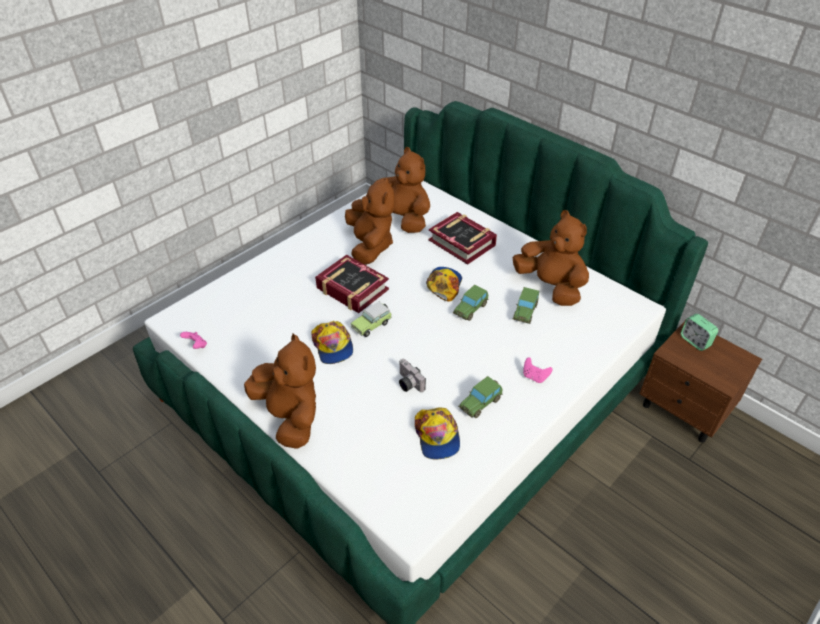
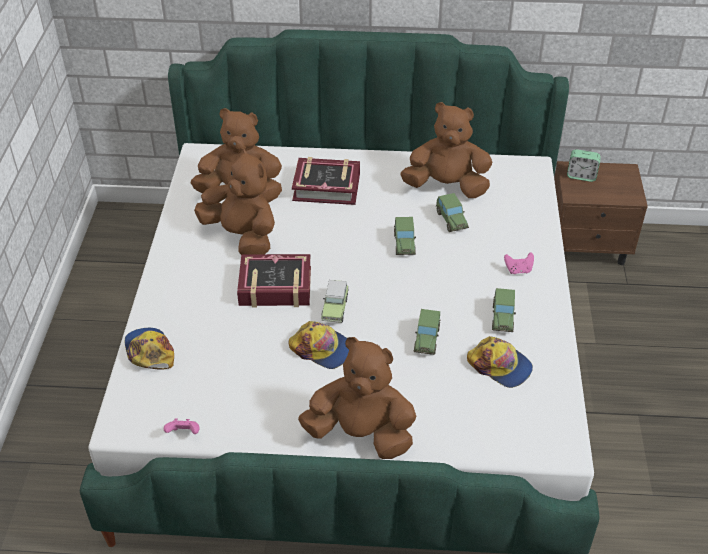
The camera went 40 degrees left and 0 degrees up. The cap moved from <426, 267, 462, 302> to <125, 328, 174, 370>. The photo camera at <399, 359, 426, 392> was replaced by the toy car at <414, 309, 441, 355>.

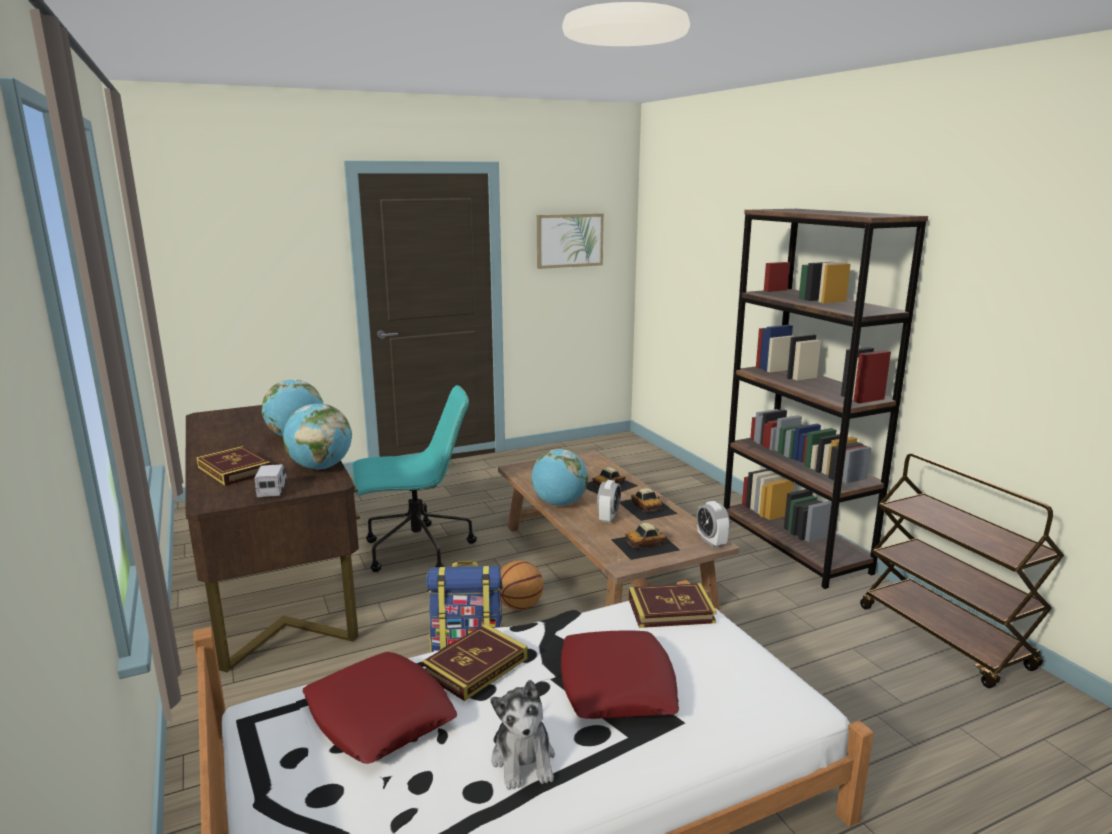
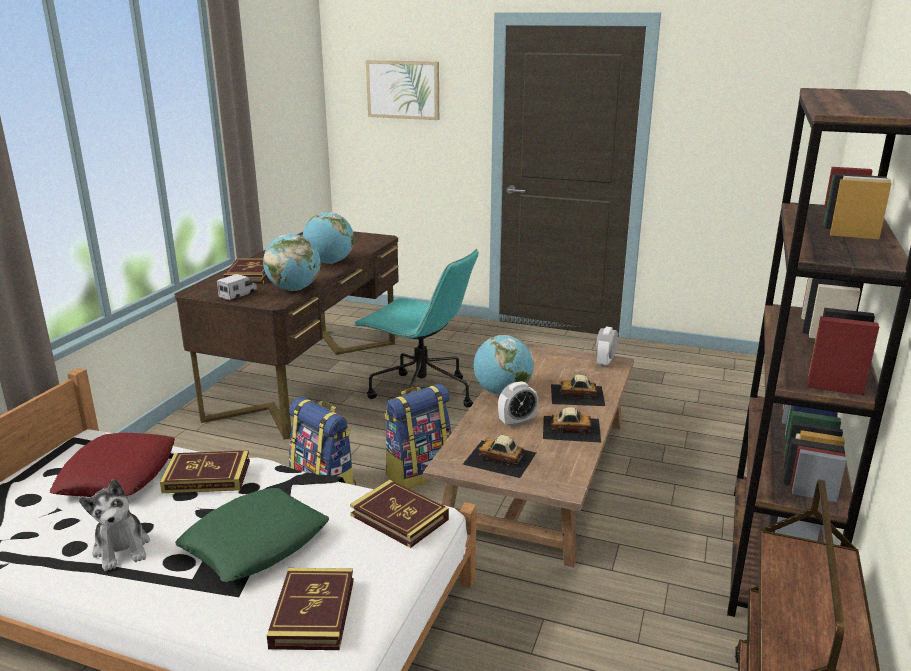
The camera went 45 degrees right and 5 degrees up. The plush toy at <491, 680, 555, 790> turned 60 degrees counterclockwise. The pillow (red) at <561, 630, 679, 719> became the pillow (green) at <175, 488, 329, 582>. The book at <267, 568, 354, 650> appeared. The picture moved from <537, 213, 604, 269> to <366, 60, 439, 120>. The basketball at <500, 560, 544, 610> was replaced by the backpack at <385, 384, 451, 489>. The toy car at <620, 488, 678, 521> turned 105 degrees counterclockwise. The alarm clock moved from <697, 501, 730, 548> to <596, 326, 618, 367>.

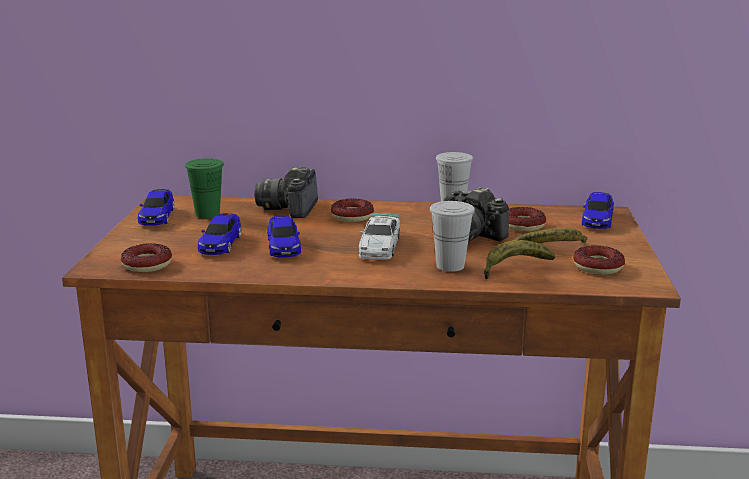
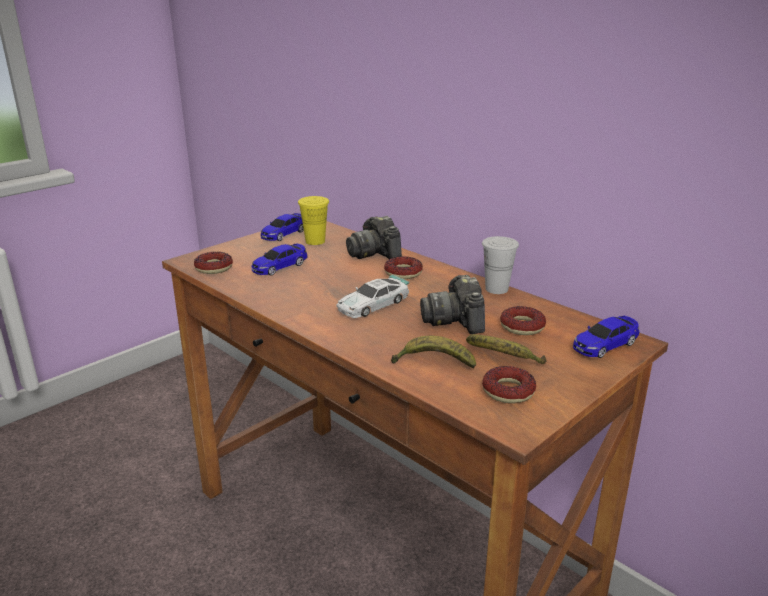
The camera went 40 degrees right and 5 degrees up. The cup (green) at <185, 158, 224, 218> became the cup (yellow) at <298, 196, 329, 245>. The photo camera at <254, 167, 318, 218> turned 75 degrees counterclockwise. The toy car at <267, 216, 301, 258> disappeared. The cup (white) at <430, 201, 475, 272> disappeared.

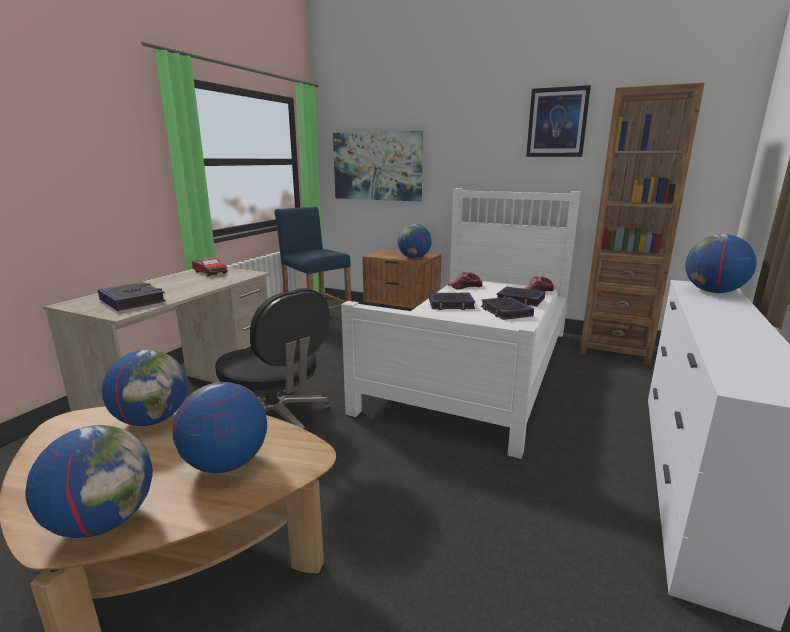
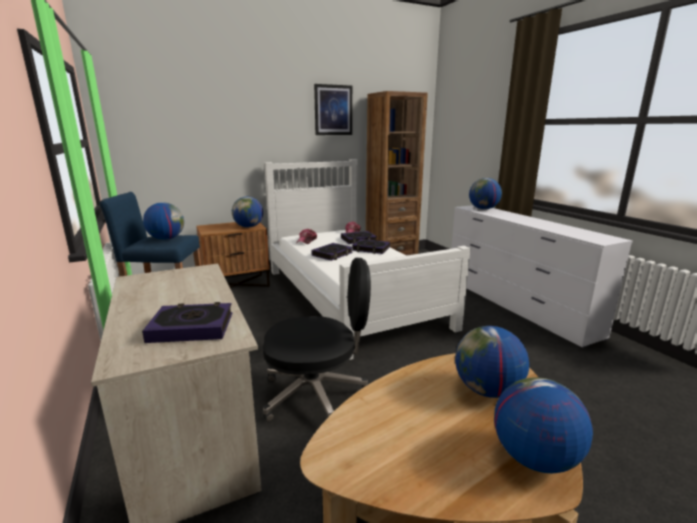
The camera went 50 degrees left and 0 degrees up. The globe moved from <101, 350, 187, 426> to <143, 202, 184, 240>. The toy car at <192, 257, 228, 276> disappeared. The picture at <333, 131, 423, 202> disappeared.

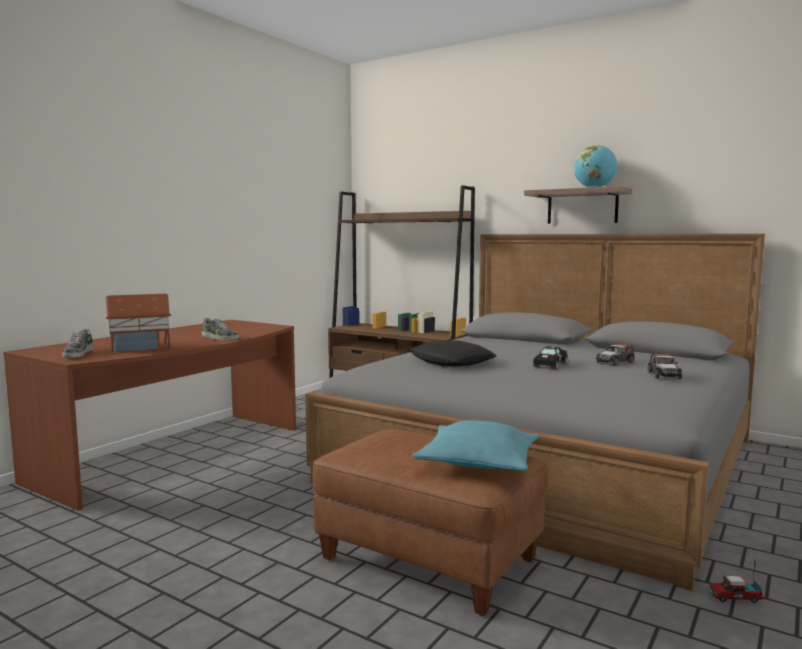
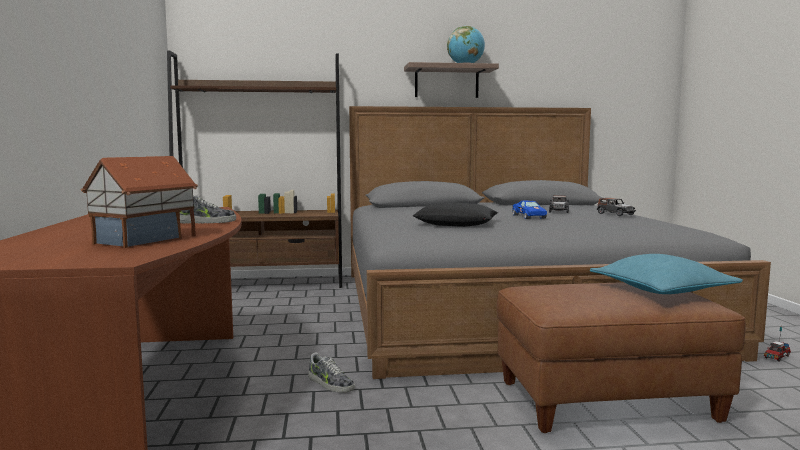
The camera went 40 degrees left and 0 degrees up. The shoe moved from <62, 329, 93, 358> to <308, 353, 355, 393>. The toy car (black) at <533, 346, 568, 369> became the toy car (blue) at <512, 200, 547, 219>.

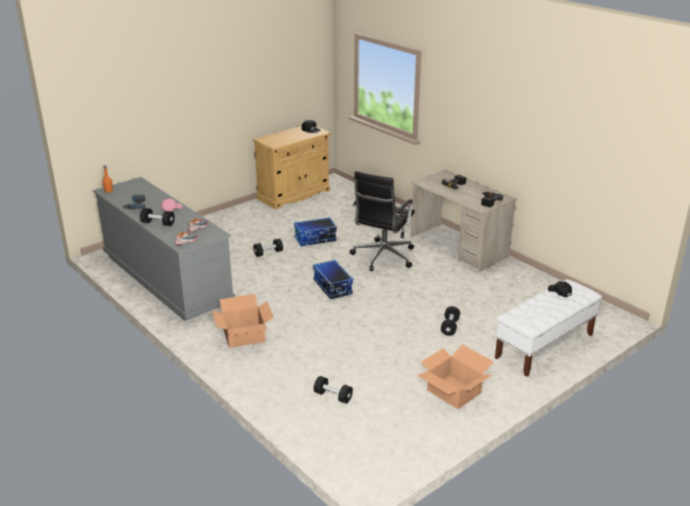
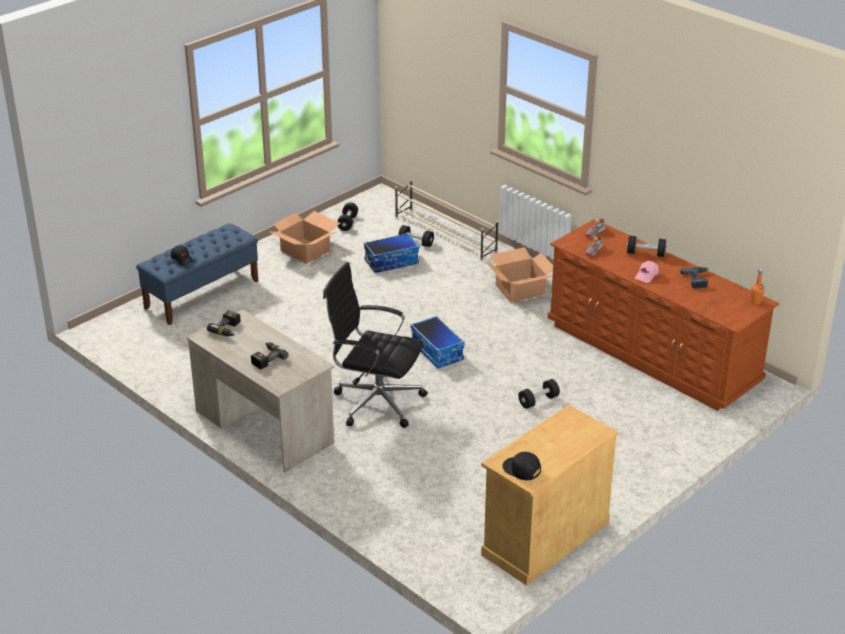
The camera went 175 degrees right and 5 degrees up. The bench (white) at <495, 279, 602, 377> became the bench (blue) at <136, 223, 258, 325>. The office chair (black) at <350, 171, 415, 271> turned 90 degrees counterclockwise. The dumbbell (black) moved from <441, 306, 460, 336> to <337, 202, 358, 231>. The storage box moved from <294, 217, 337, 246> to <364, 233, 419, 273>. The shoe rack (beige) at <395, 179, 498, 261> appeared. The dresser (grey) at <93, 177, 235, 321> became the dresser (brown) at <547, 219, 780, 411>.

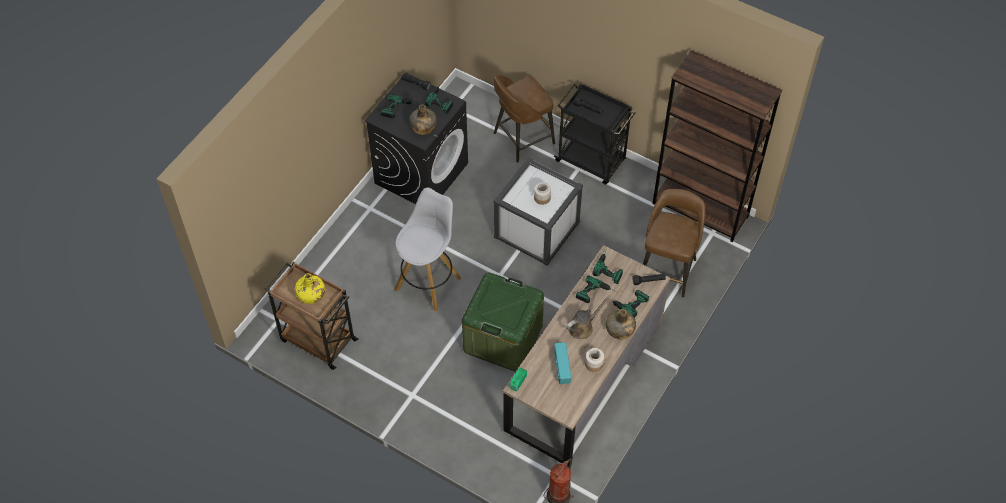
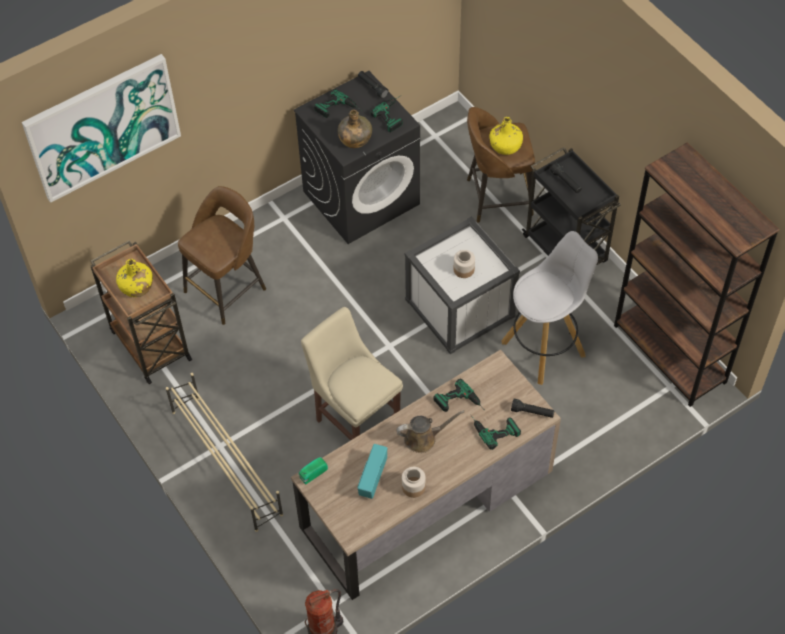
The camera went 25 degrees right and 0 degrees up. The picture at <22, 54, 181, 203> appeared. The shoe rack (beige) at <166, 373, 283, 532> appeared. The stool (brown) moved from <643, 189, 705, 297> to <178, 186, 266, 325>. The storage box (green) at <462, 273, 544, 372> was replaced by the chair (beige) at <301, 307, 403, 440>. The bottle (yellow) at <489, 117, 523, 155> appeared. The stool (white) moved from <394, 188, 462, 311> to <501, 231, 598, 385>. The power drill at <592, 250, 623, 284> disappeared. The bottle (green) at <606, 309, 636, 339> disappeared.

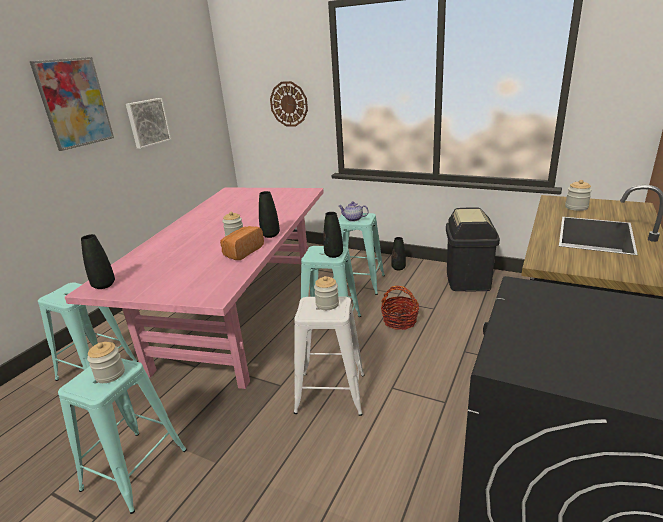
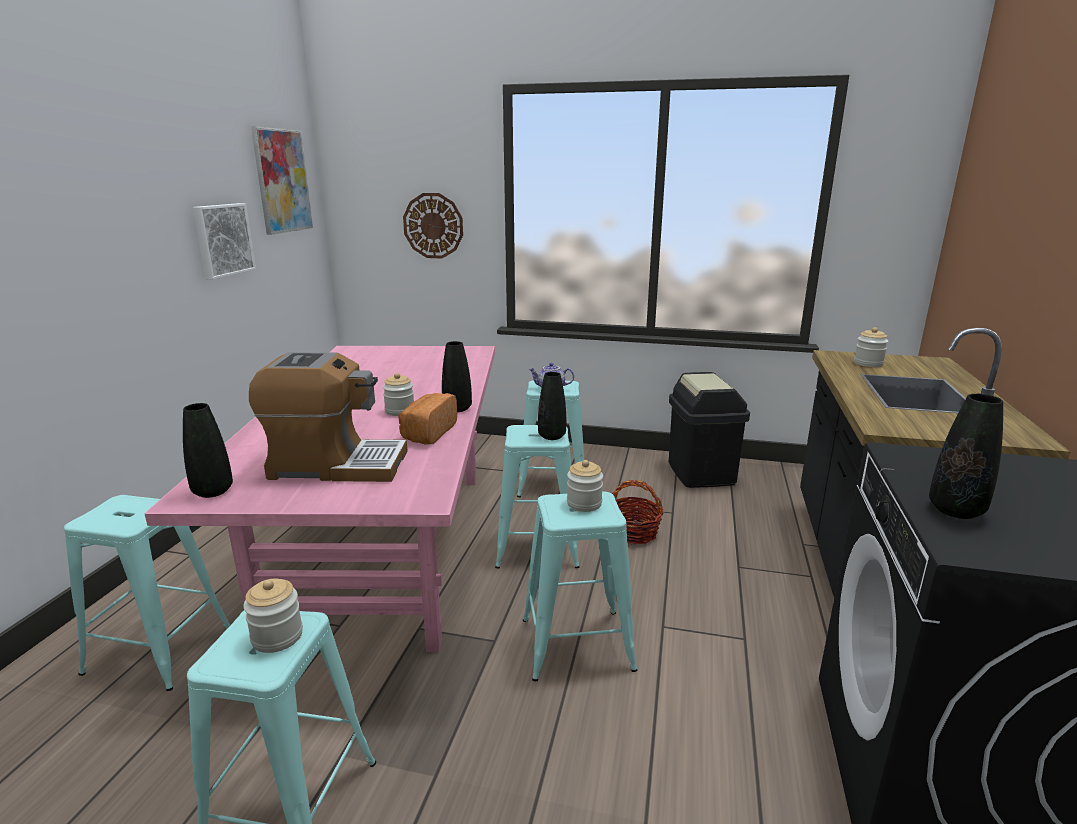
The camera went 15 degrees left and 5 degrees down. The coffee machine at <249, 352, 407, 482> appeared. The picture moved from <29, 57, 114, 151> to <251, 126, 313, 235>. The stool (white) at <294, 296, 365, 416> became the stool (turquoise) at <523, 491, 637, 681>. The vase (black) moved from <391, 237, 406, 271> to <929, 394, 1003, 519>.

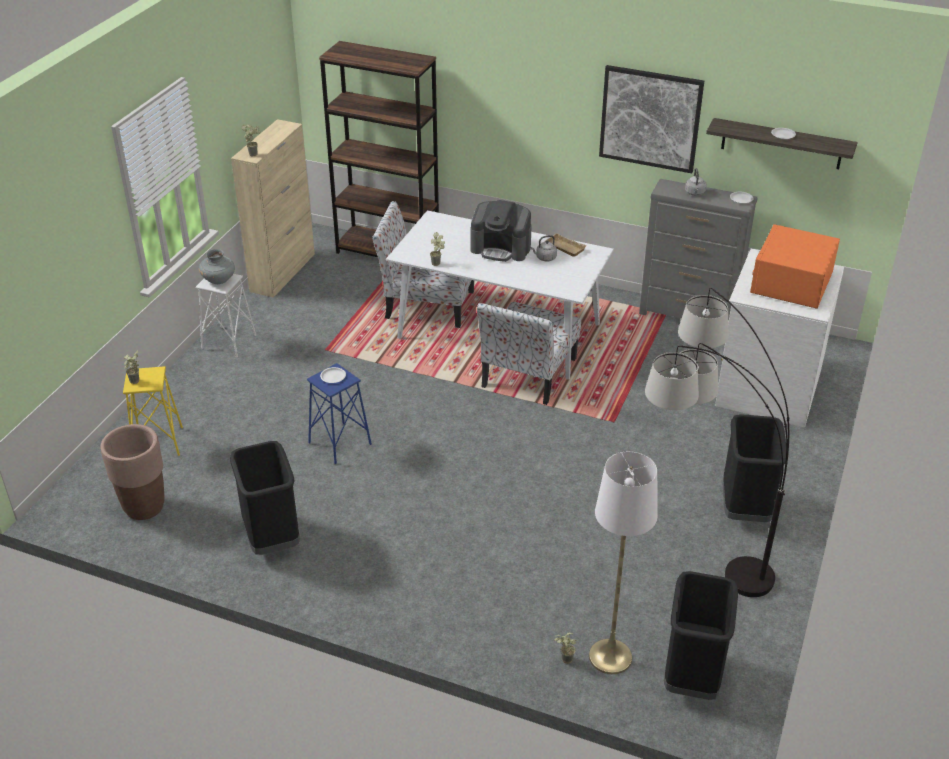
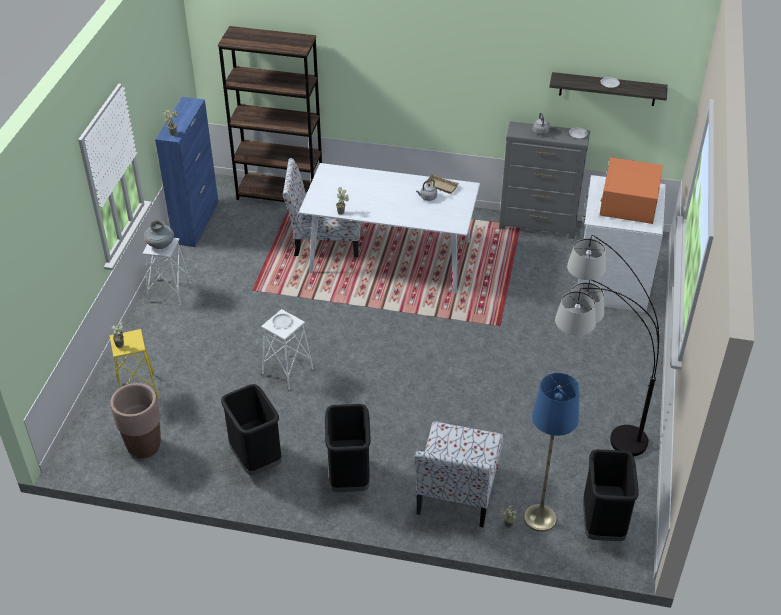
The camera went 10 degrees left and 5 degrees up. The cabinet (beige) at <231, 119, 315, 298> became the cabinet (blue) at <155, 97, 219, 247>. The stool (blue) at <307, 363, 372, 464> became the stool (white) at <261, 309, 313, 390>. The trash can (black) moved from <723, 414, 786, 522> to <325, 404, 371, 492>. The chair moved from <477, 302, 581, 405> to <415, 421, 503, 528>. The floor lamp (white) at <589, 451, 658, 674> became the floor lamp (blue) at <524, 373, 580, 532>. The coffee machine at <470, 200, 532, 262> disappeared. The picture at <599, 65, 704, 173> disappeared.

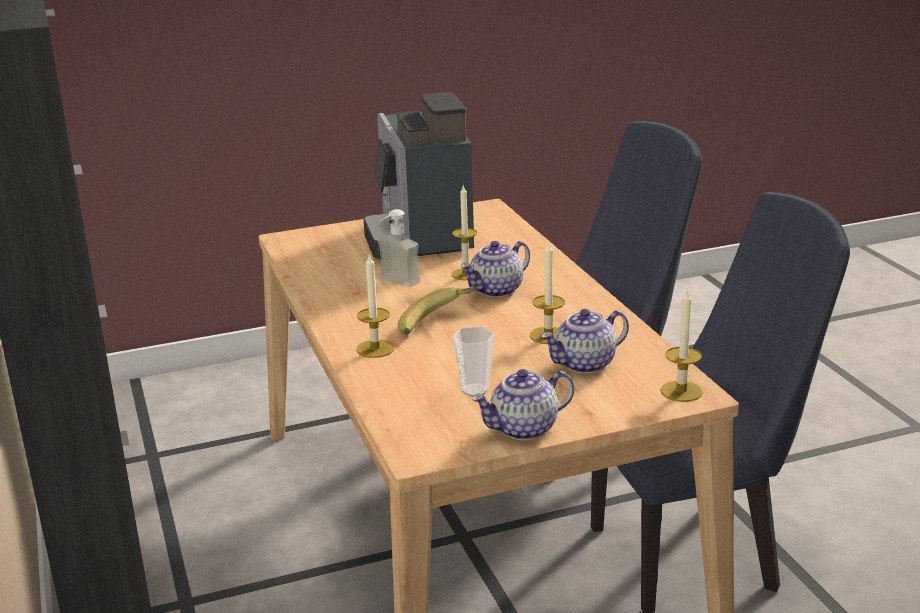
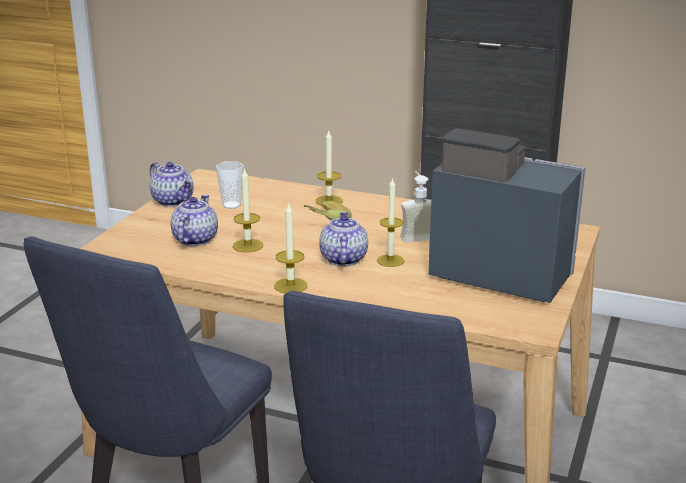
The camera went 130 degrees right and 0 degrees up. The teapot at <471, 369, 574, 440> turned 120 degrees clockwise. The candle moved from <660, 288, 703, 402> to <274, 202, 307, 293>.

